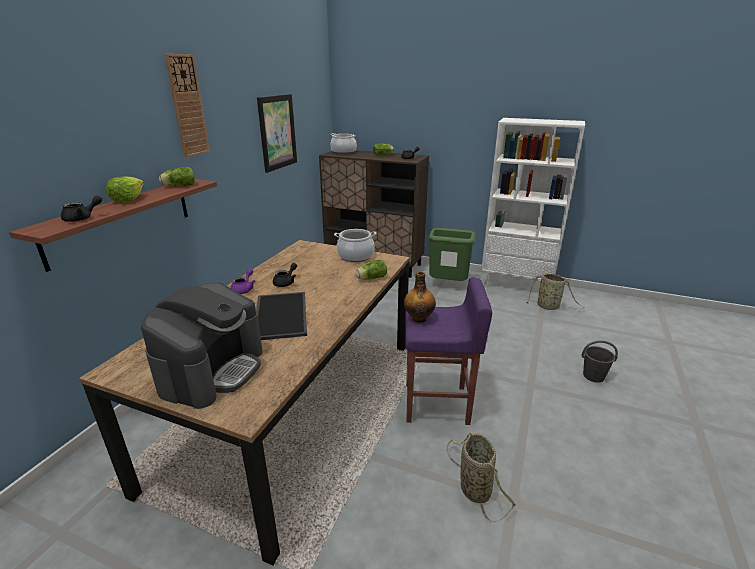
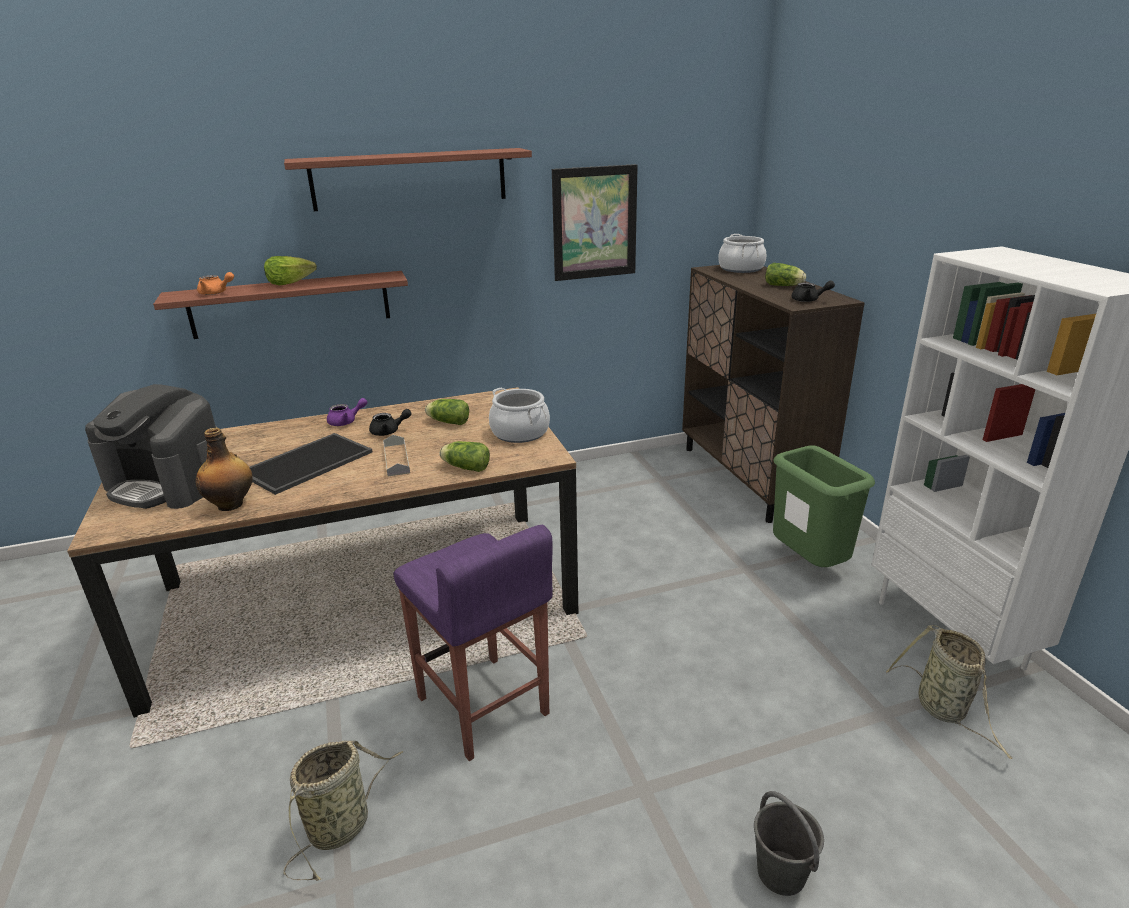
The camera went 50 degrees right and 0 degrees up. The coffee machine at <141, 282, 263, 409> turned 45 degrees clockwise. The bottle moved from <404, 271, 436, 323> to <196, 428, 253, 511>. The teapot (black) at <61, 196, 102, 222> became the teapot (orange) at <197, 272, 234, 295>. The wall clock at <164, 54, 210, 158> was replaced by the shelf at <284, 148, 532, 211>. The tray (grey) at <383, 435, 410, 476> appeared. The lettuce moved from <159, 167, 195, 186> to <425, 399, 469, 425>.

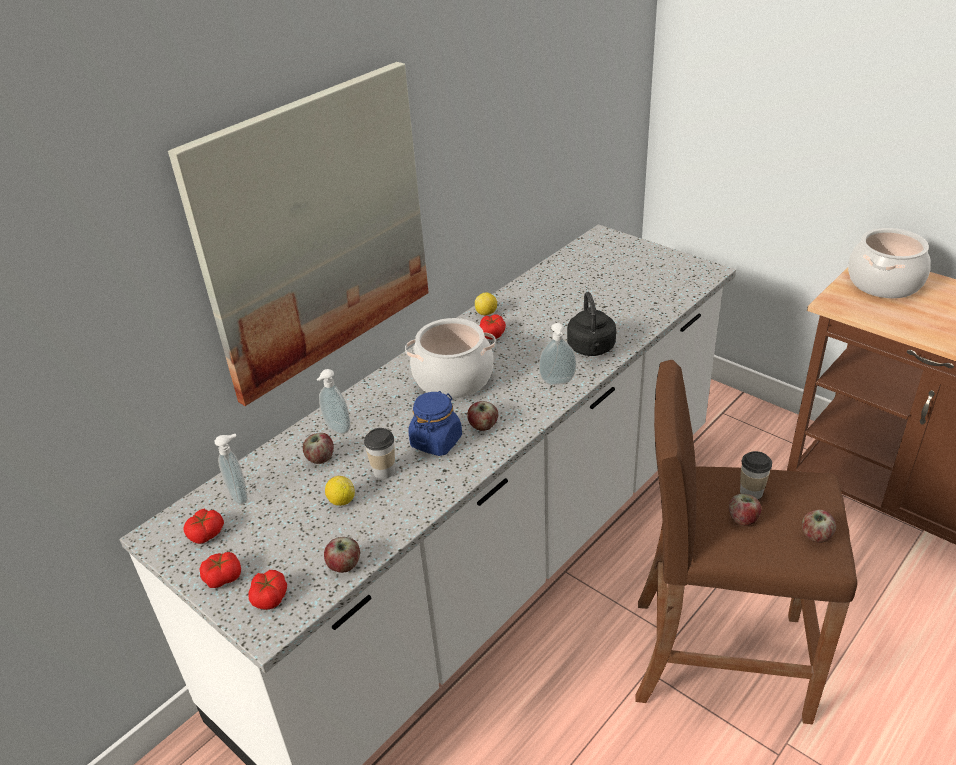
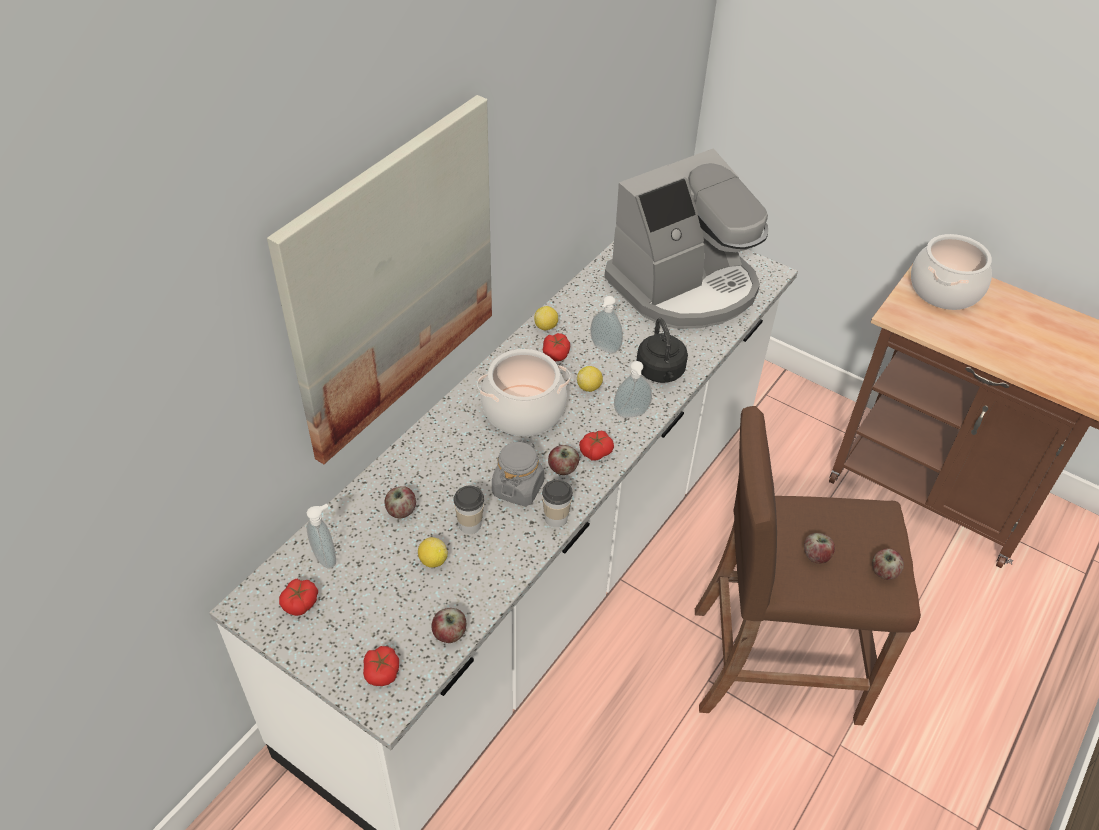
The camera went 10 degrees left and 10 degrees up. The jar (blue) at <408, 391, 462, 456> became the jar (grey) at <492, 440, 544, 506>. The cup moved from <740, 451, 772, 499> to <542, 480, 573, 527>. The lemon at <577, 366, 603, 392> appeared. The tomato moved from <200, 552, 241, 588> to <579, 431, 614, 461>. The soap dispenser moved from <316, 369, 351, 434> to <590, 296, 623, 353>. The coffee machine at <604, 148, 768, 329> appeared.

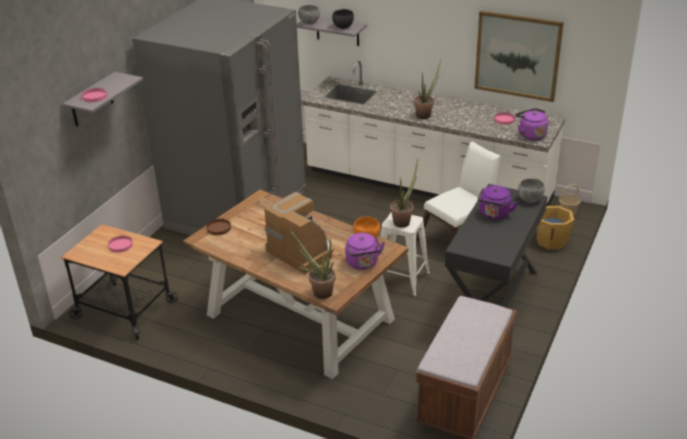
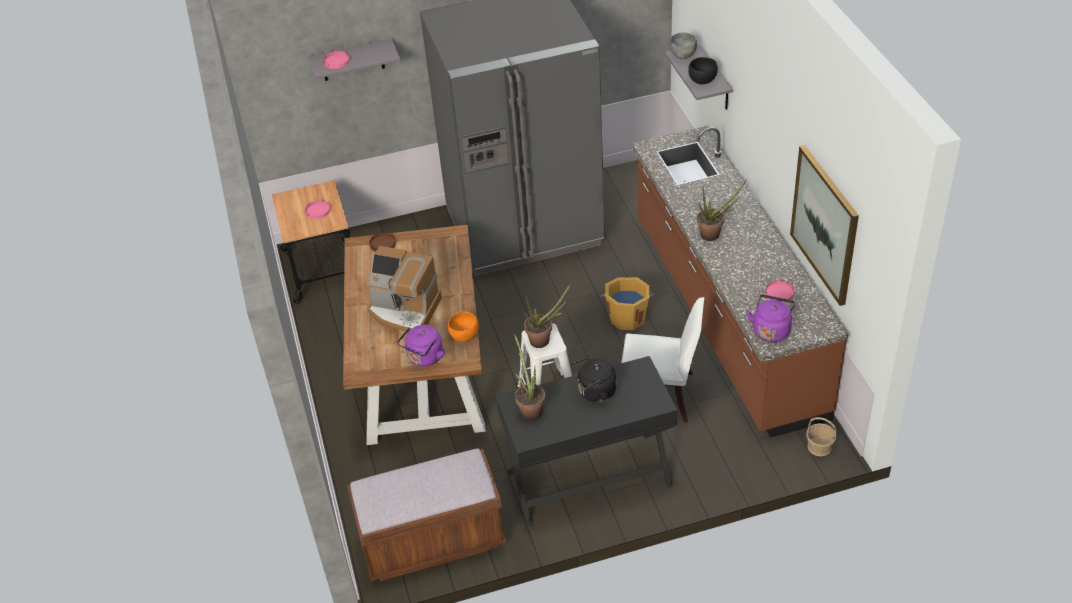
The camera went 50 degrees right and 10 degrees up. The coffee machine at <264, 192, 334, 274> turned 105 degrees clockwise. The potted plant moved from <289, 230, 336, 299> to <514, 334, 545, 420>. The kettle (purple) at <477, 185, 518, 220> became the kettle (black) at <571, 356, 616, 402>. The bucket (orange) moved from <536, 206, 574, 250> to <600, 277, 655, 330>. The counter (white) at <301, 61, 565, 206> became the counter (brown) at <632, 126, 848, 438>. The bowl (grey) at <518, 178, 545, 203> disappeared.

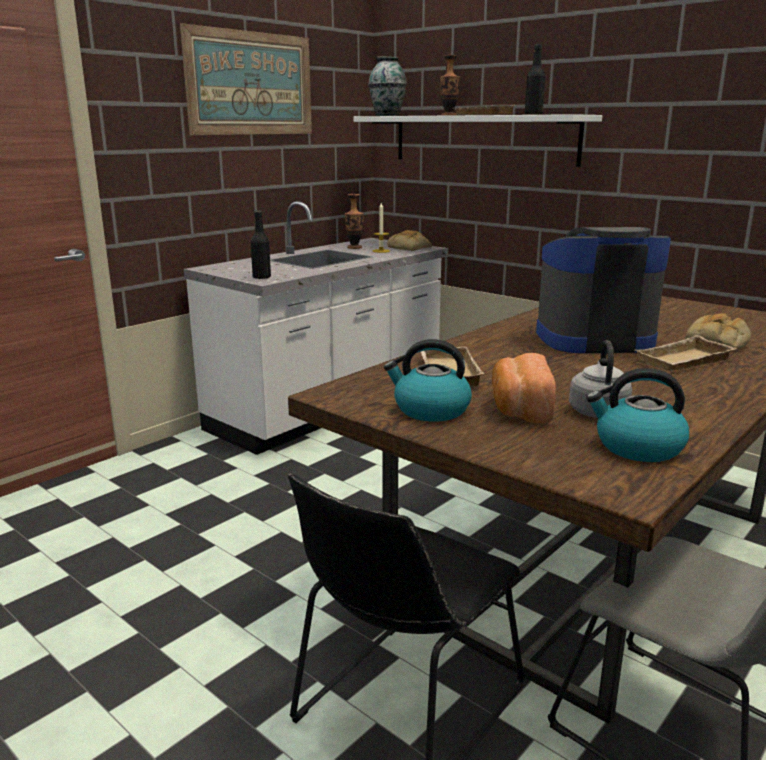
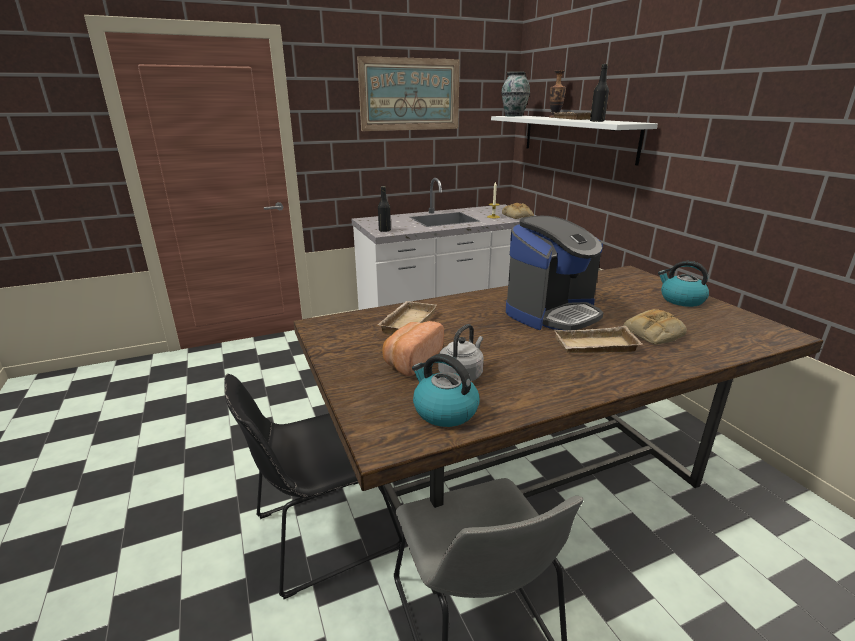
The camera went 25 degrees right and 5 degrees up. The coffee machine at <536, 227, 671, 353> turned 120 degrees clockwise. The kettle moved from <384, 339, 472, 422> to <658, 261, 709, 307>. The vase at <345, 194, 364, 249> disappeared.

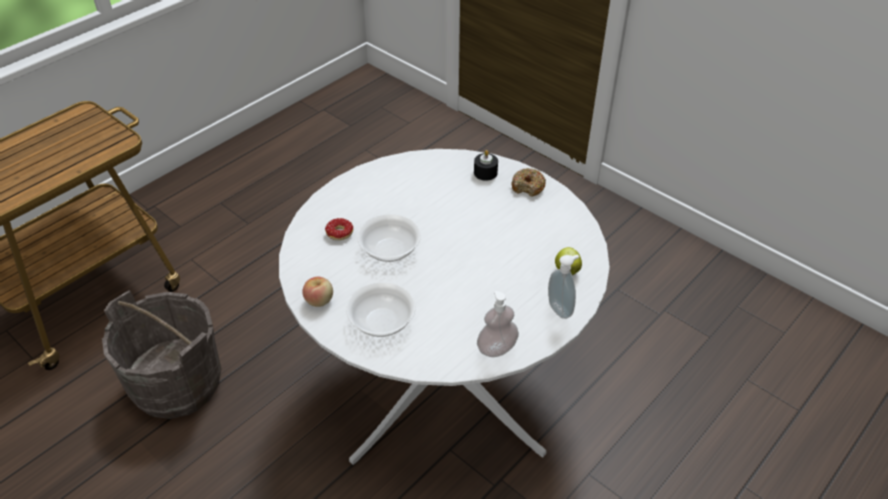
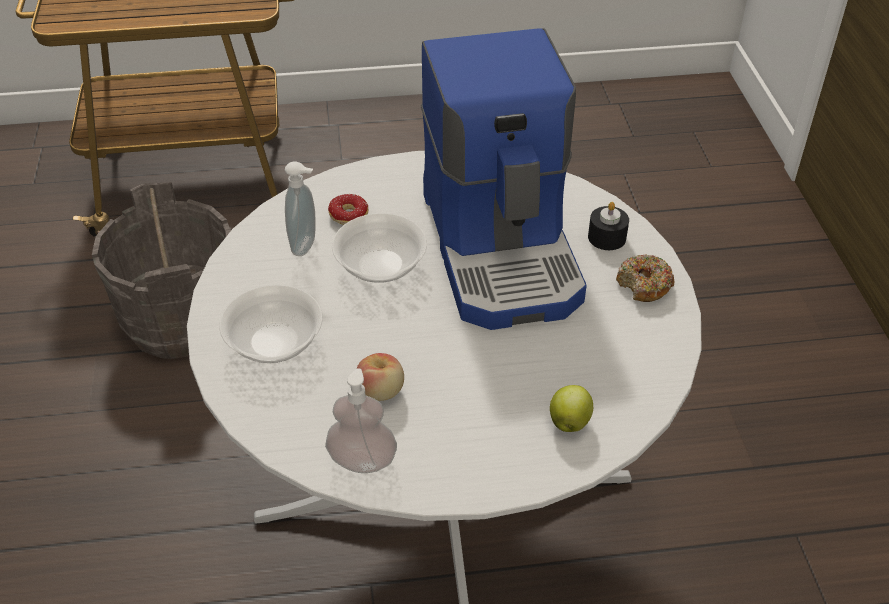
The camera went 40 degrees right and 0 degrees up. The soap dispenser moved from <548, 254, 579, 319> to <285, 161, 316, 256>. The apple moved from <302, 276, 333, 307> to <357, 353, 404, 401>. The coffee machine at <421, 28, 587, 330> appeared.

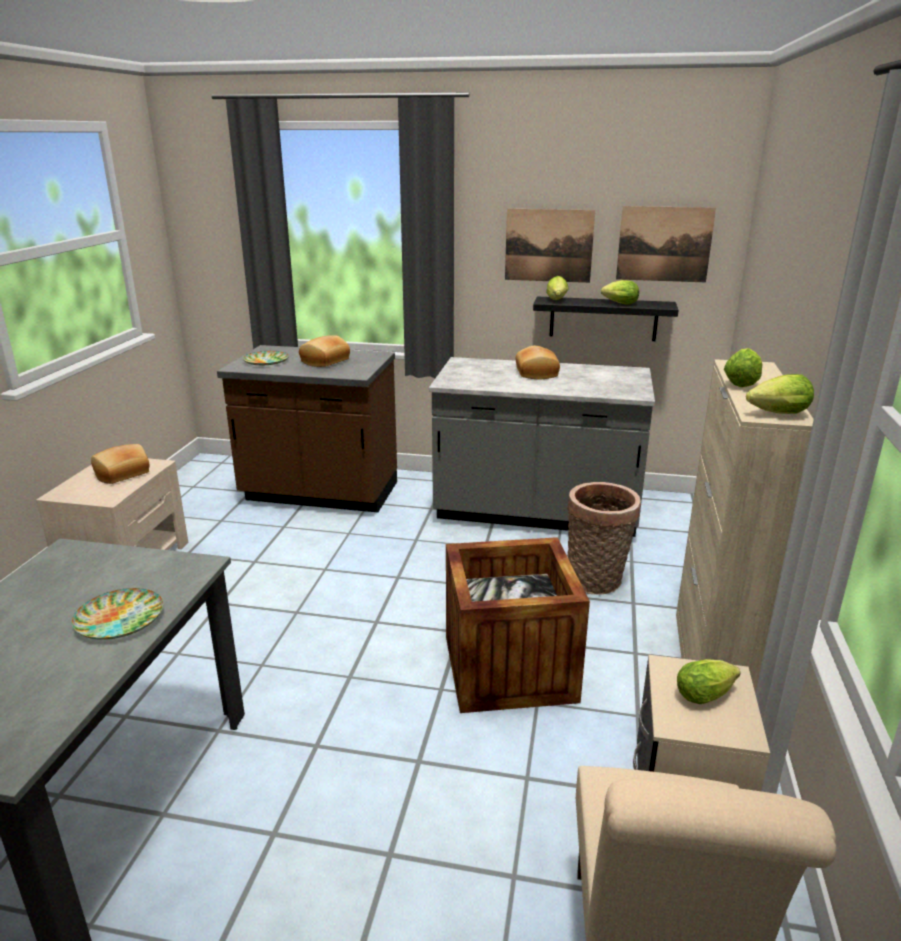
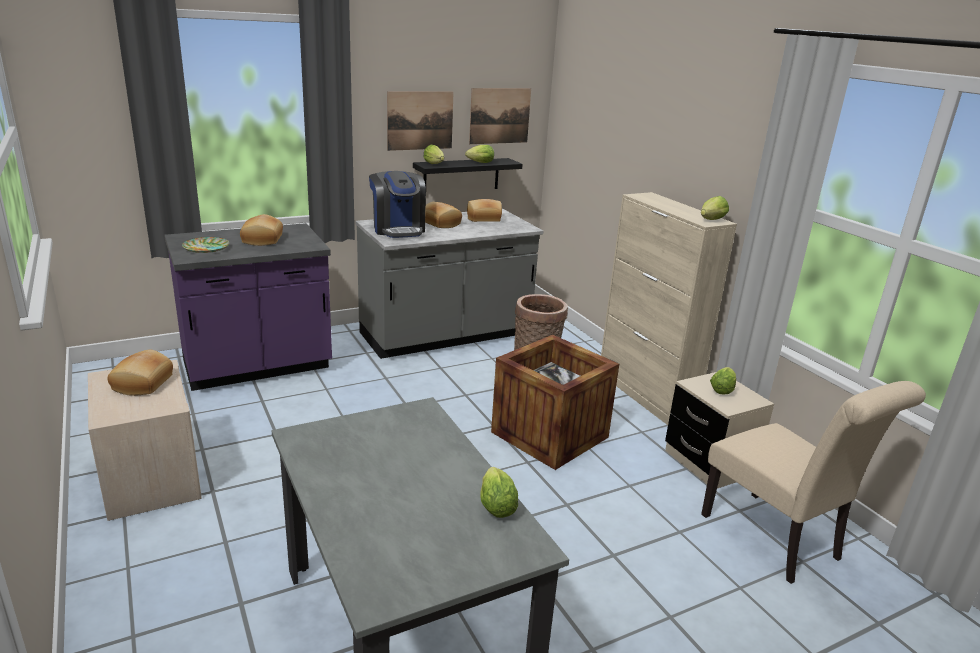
The camera went 40 degrees left and 0 degrees up. The counter (brown) at <217, 345, 397, 513> became the counter (purple) at <164, 223, 332, 391>. The coffee machine at <369, 171, 426, 238> appeared. The bread at <467, 199, 502, 222> appeared. The lettuce moved from <724, 348, 762, 387> to <480, 467, 518, 518>. The plate at <72, 588, 163, 640> disappeared.

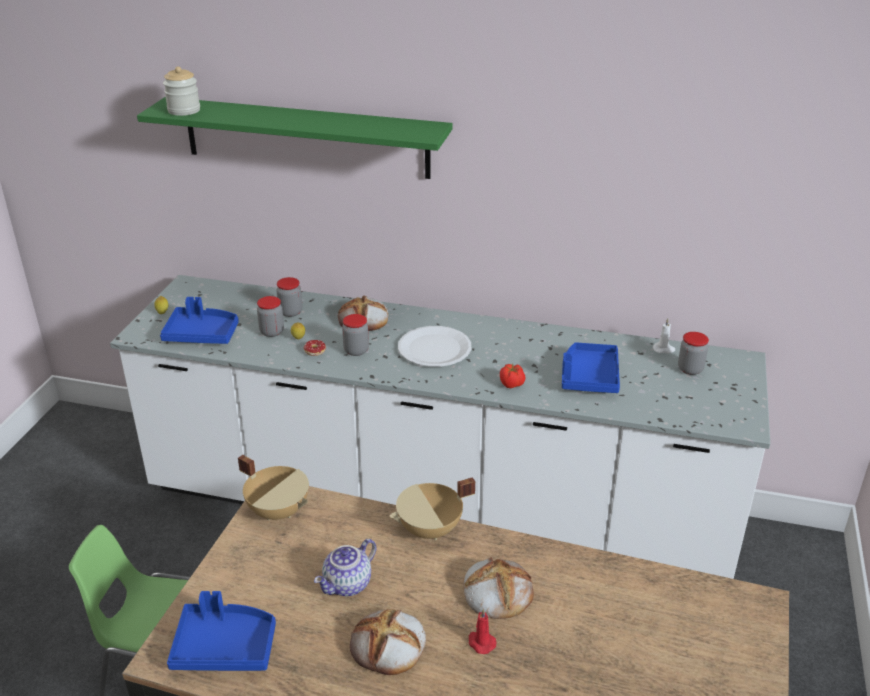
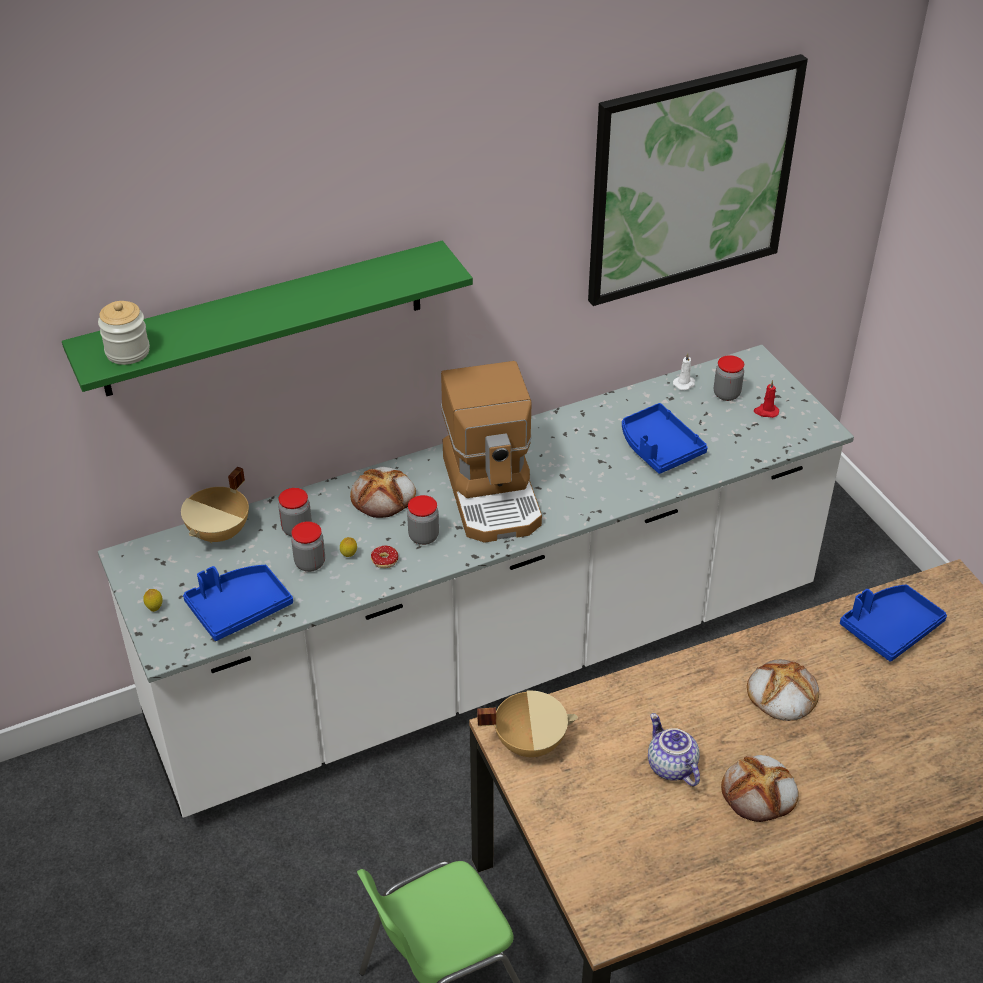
The camera went 40 degrees left and 10 degrees up. The cooking pot (beige) moved from <390, 477, 475, 540> to <181, 466, 249, 543>. The plate (white) at <398, 326, 471, 367> was replaced by the coffee machine at <441, 361, 542, 543>. The picture at <588, 54, 808, 306> appeared. The teapot at <314, 539, 376, 596> turned 150 degrees clockwise. The candle (red) moved from <469, 609, 497, 654> to <753, 380, 779, 418>. The tray (blue) moved from <167, 591, 276, 671> to <840, 584, 947, 662>. The tomato at <500, 363, 526, 388> disappeared.

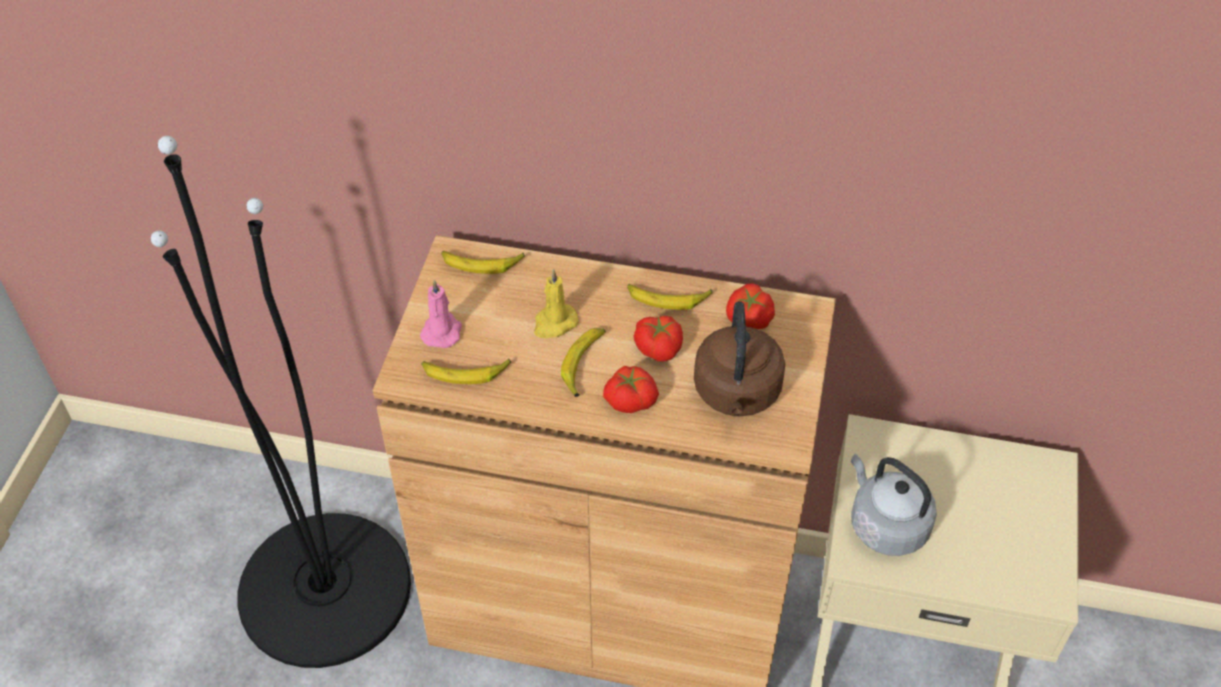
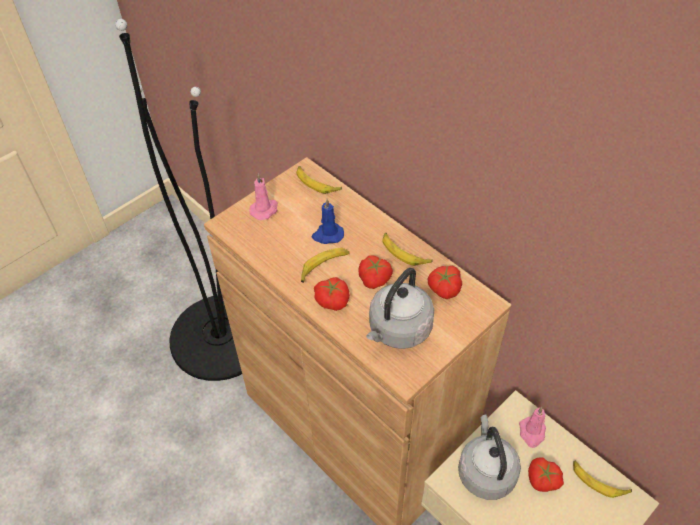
The camera went 35 degrees right and 0 degrees up. The candle (yellow) at <534, 269, 578, 338> became the candle (blue) at <312, 199, 344, 244>. The kettle (brown) at <694, 301, 785, 416> became the kettle (grey) at <366, 268, 434, 349>. The candle (pink) at <519, 407, 546, 448> appeared. The tomato at <528, 458, 564, 492> appeared. The banana moved from <422, 359, 511, 384> to <573, 460, 632, 498>.

